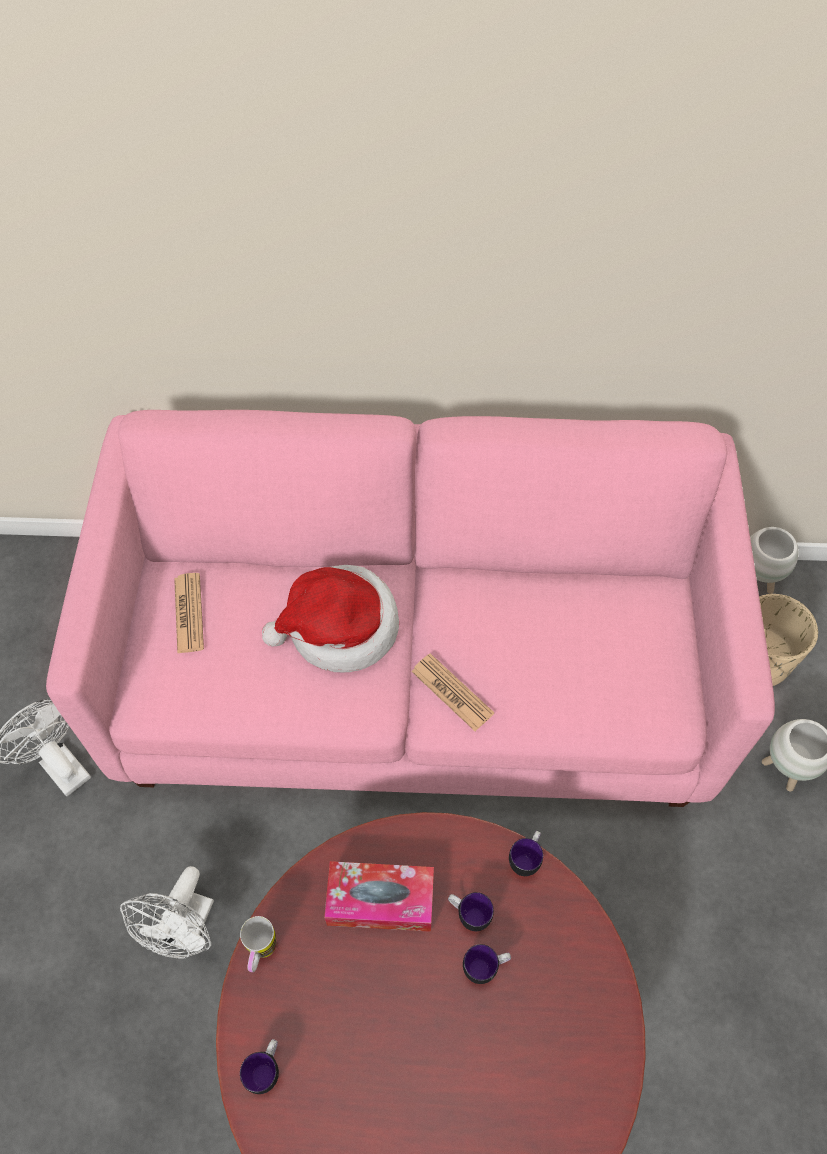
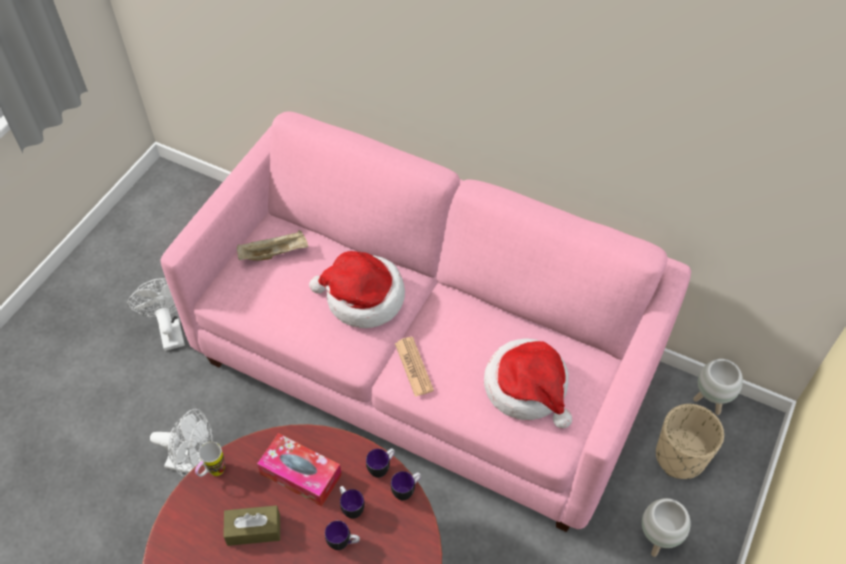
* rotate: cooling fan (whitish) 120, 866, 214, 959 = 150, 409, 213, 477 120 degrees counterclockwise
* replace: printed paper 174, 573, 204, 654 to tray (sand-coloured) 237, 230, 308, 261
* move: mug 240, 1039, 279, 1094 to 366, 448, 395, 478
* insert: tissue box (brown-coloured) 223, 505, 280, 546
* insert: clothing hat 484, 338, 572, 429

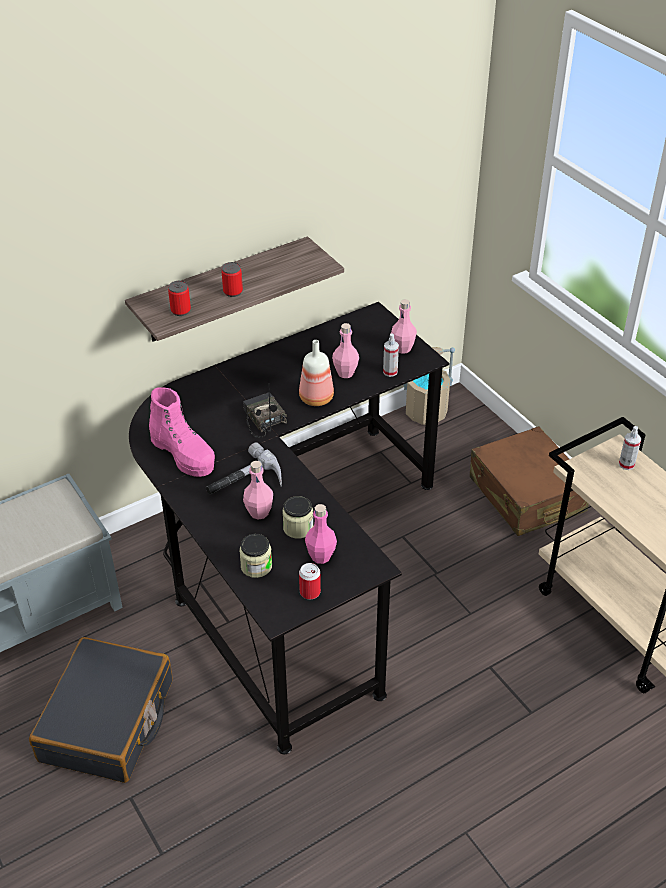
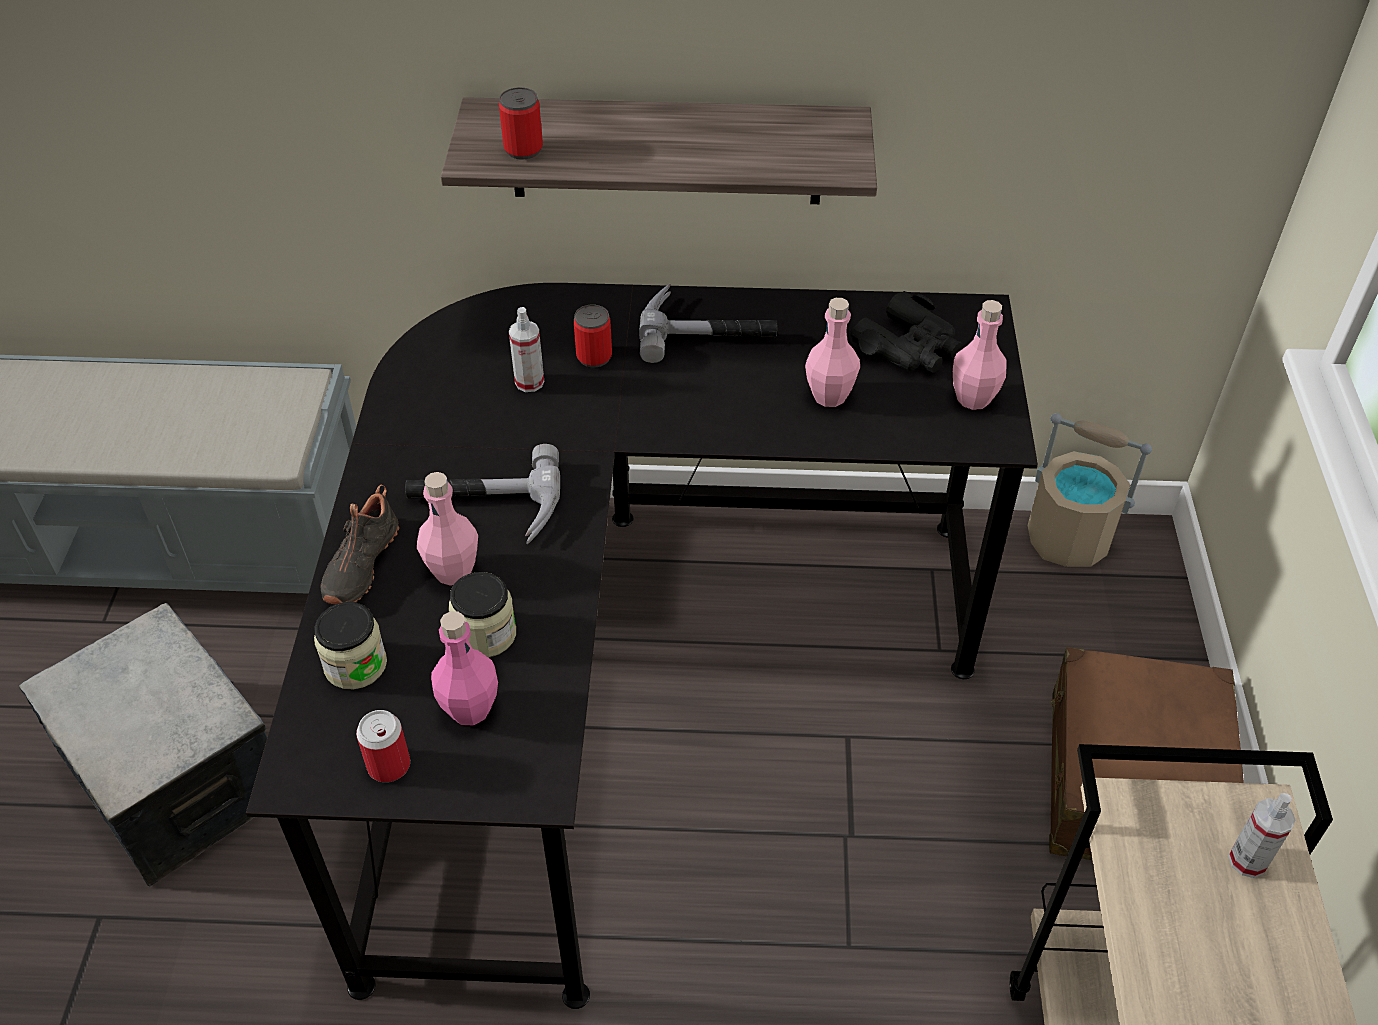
* replace: suitcase (black) 29, 637, 173, 783 to storage box 19, 603, 267, 886
* delete: high-top boot (pinkish) 149, 387, 215, 477
* move: can 221, 262, 243, 297 to 574, 305, 612, 368
* delete: radio receiver 243, 391, 287, 438
* delete: drink bottle 299, 340, 334, 406
* move: sprayer 383, 334, 399, 377 to 509, 307, 544, 392
* insert: item of footwear (black) 320, 485, 399, 605
* insert: tool hammer 639, 284, 777, 363
* insert: pair of binoculars (black) 850, 291, 962, 373

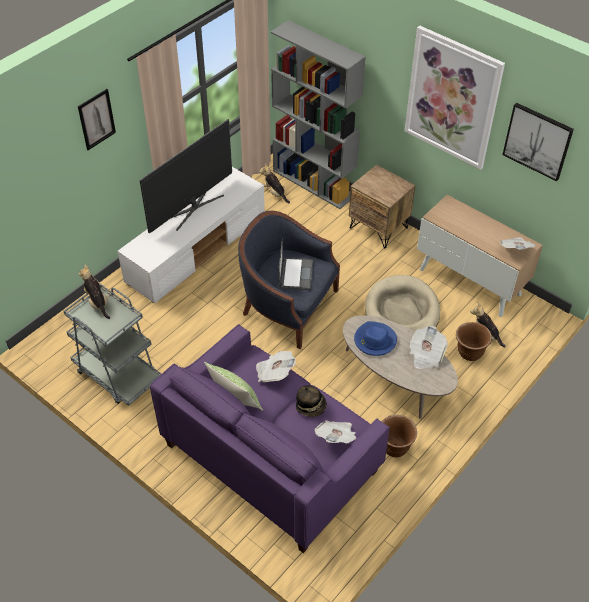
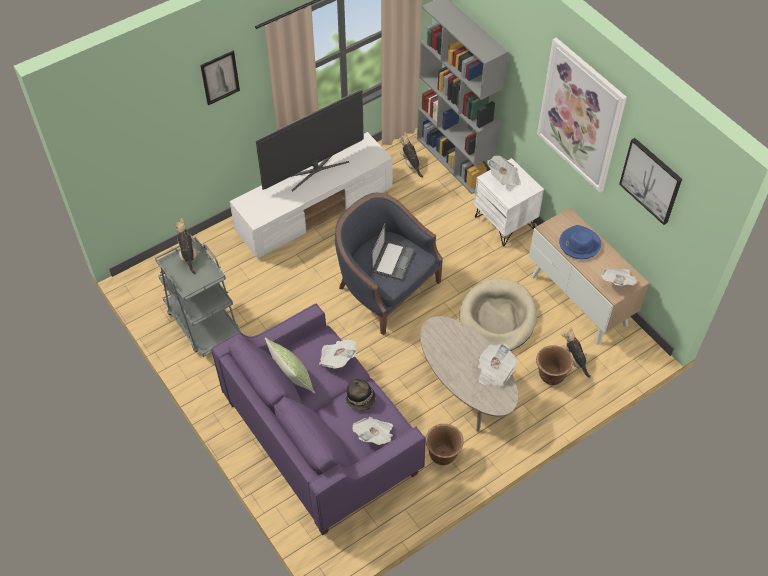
* recolor: bedside table (brown-coloured) 349, 164, 416, 248 to bedside table (whitish) 474, 158, 544, 246
* move: clothing hat (blue-coloured) 354, 321, 397, 356 to 559, 225, 601, 259
* insert: printed paper 487, 156, 521, 186

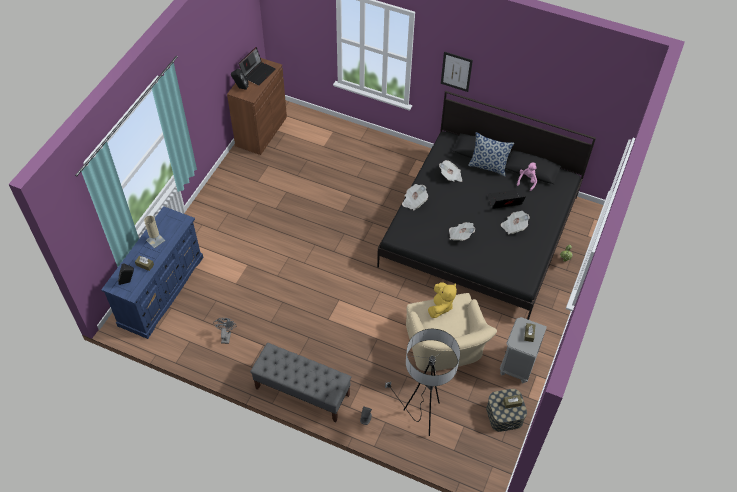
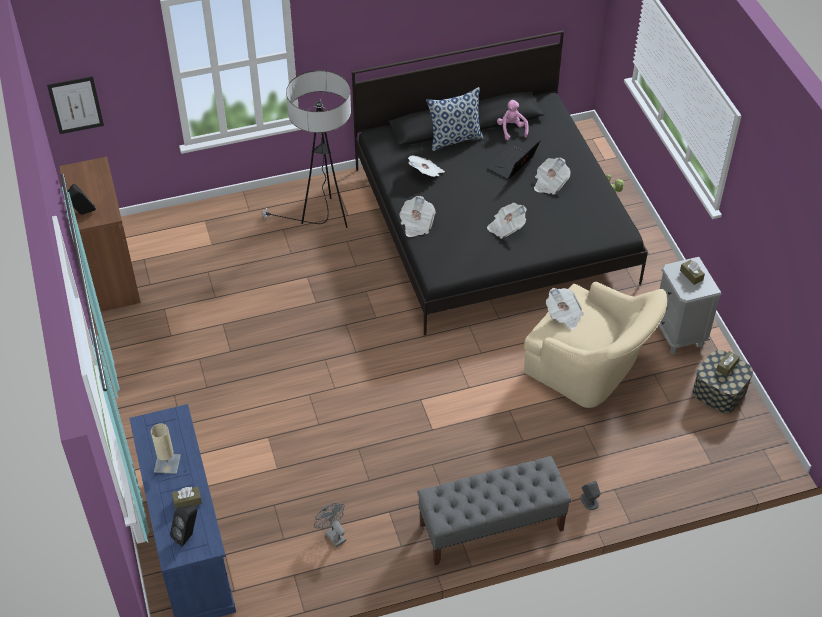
* delete: notebook computer 238, 47, 276, 85
* move: floor lamp 385, 329, 460, 436 to 260, 71, 351, 228
* replace: cuddly toy (yellowish) 428, 282, 457, 318 to printed paper 546, 288, 584, 330
* move: wall picture 441, 51, 473, 92 to 47, 76, 104, 134

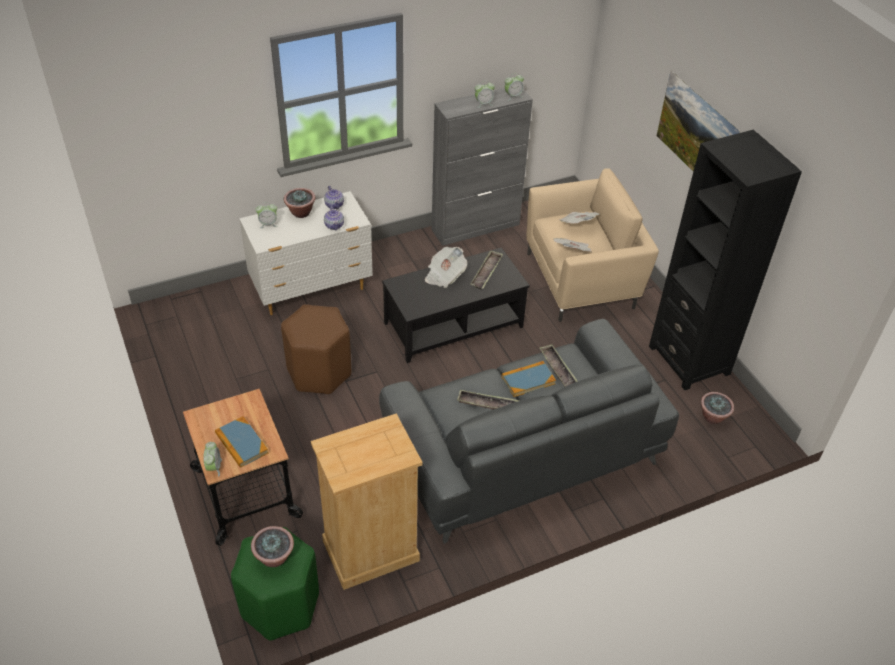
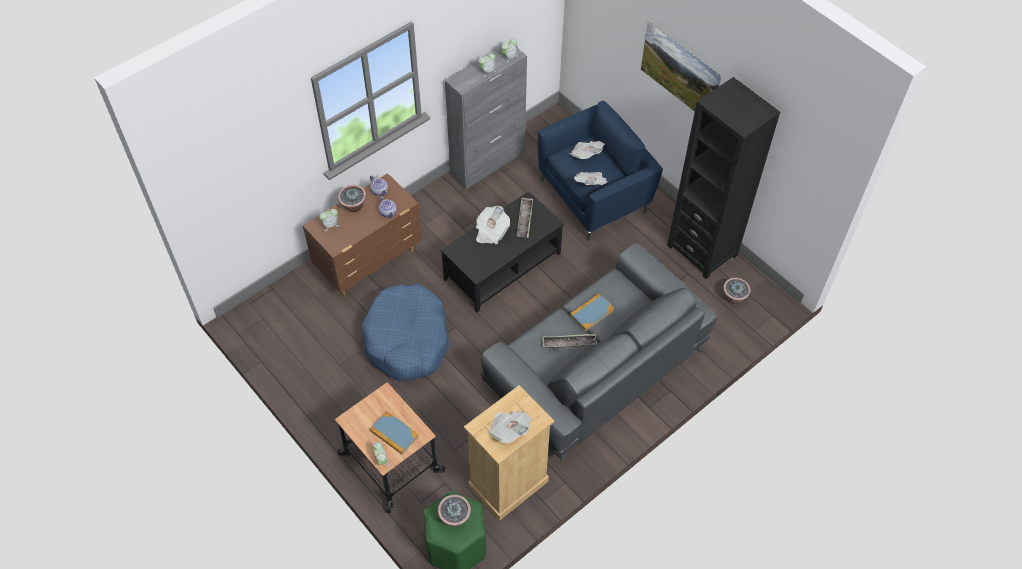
* recolor: chest of drawers (whitish) 239, 191, 373, 315 to chest of drawers (brown-coloured) 303, 173, 422, 297
* replace: stool (brown-coloured) 281, 304, 351, 394 to dog cushion (blue-coloured) 361, 284, 449, 382
* recolor: easy chair (sand-coloured) 526, 168, 659, 322 to easy chair (blue-coloured) 538, 101, 663, 241
* delete: tray 539, 344, 578, 387
* insert: printed paper 488, 411, 531, 443

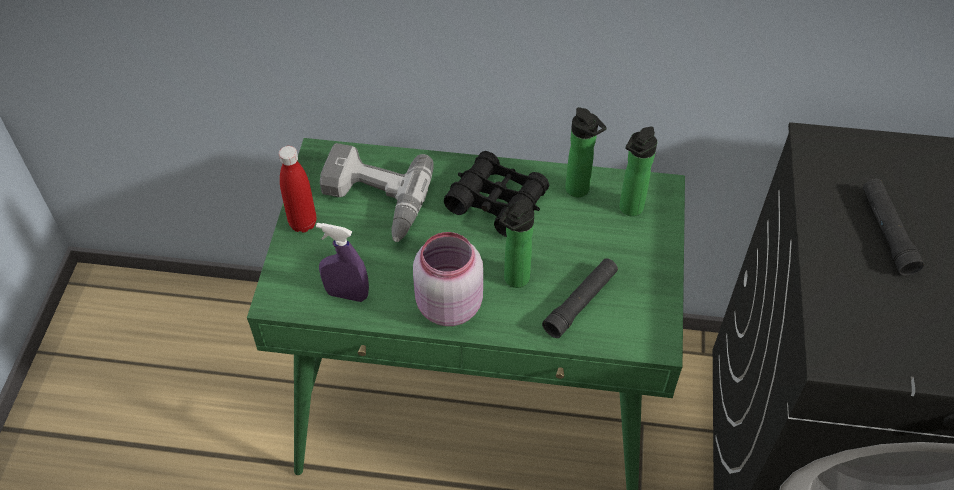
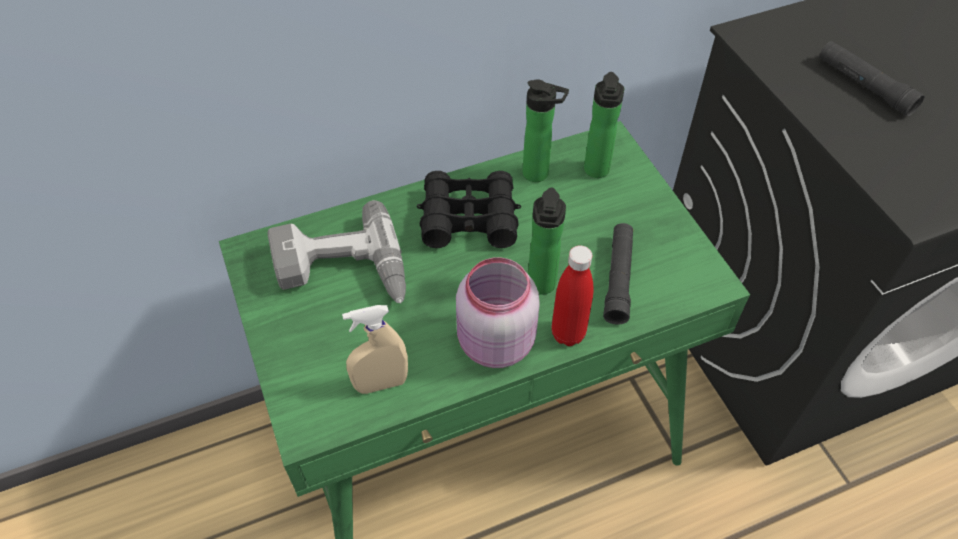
* move: drink bottle (reddish) 279, 146, 316, 233 to 552, 246, 593, 346
* recolor: sprayer (purple) 316, 223, 369, 302 to sprayer (sand-coloured) 342, 305, 408, 394

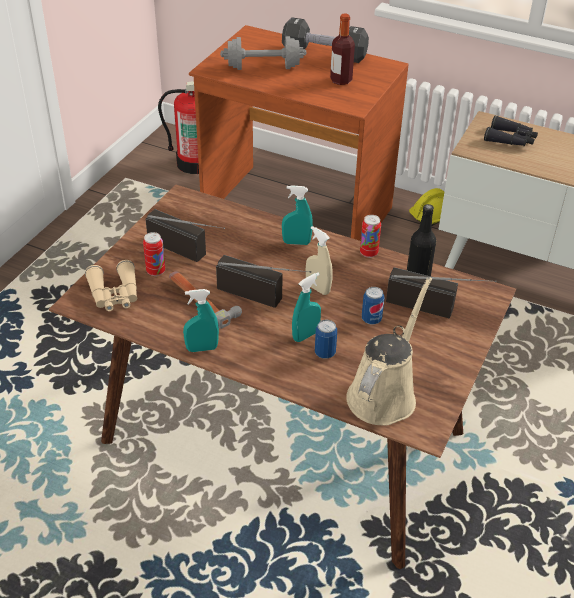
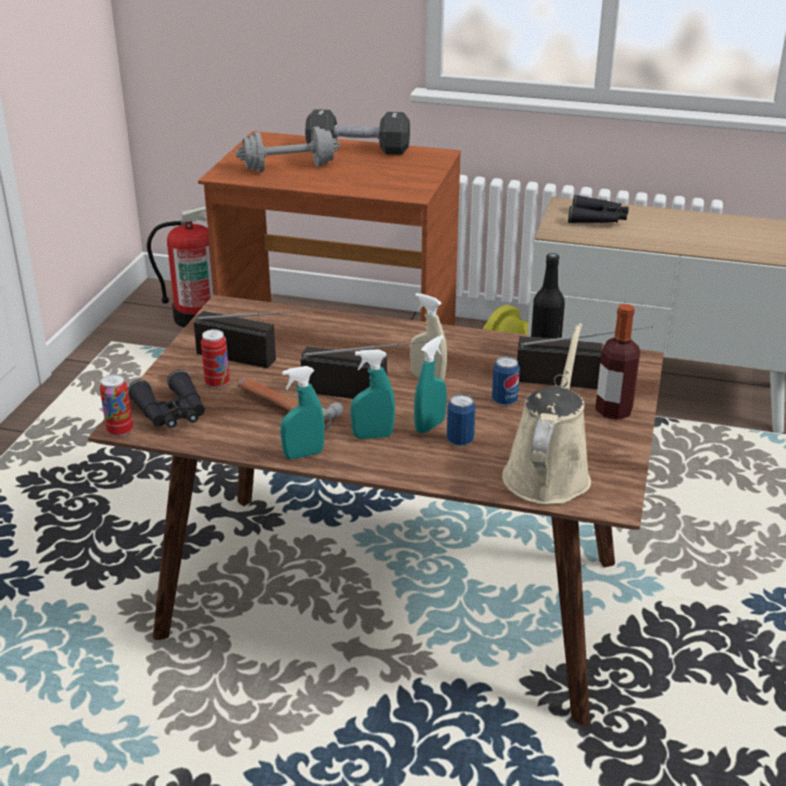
* recolor: pair of binoculars (sand-coloured) 85, 260, 137, 311 to pair of binoculars (black) 128, 370, 205, 428
* move: sprayer (turquoise-coloured) 282, 185, 313, 245 to 350, 349, 395, 439
* move: drink bottle 330, 13, 355, 85 to 595, 304, 640, 420
* move: can 360, 215, 381, 258 to 100, 374, 133, 437

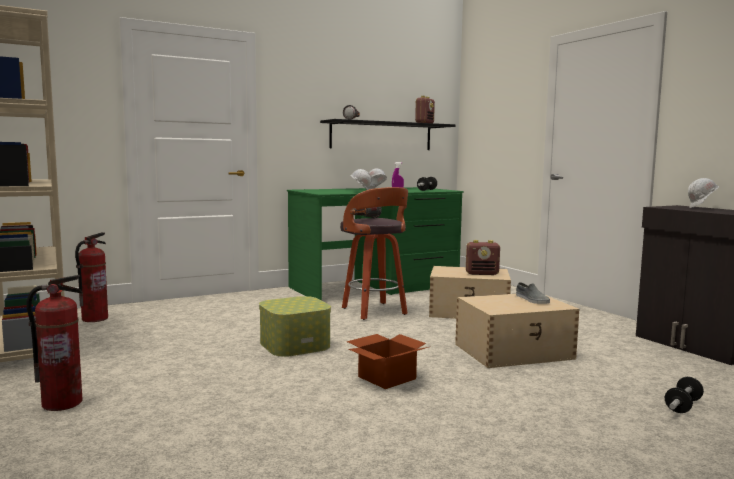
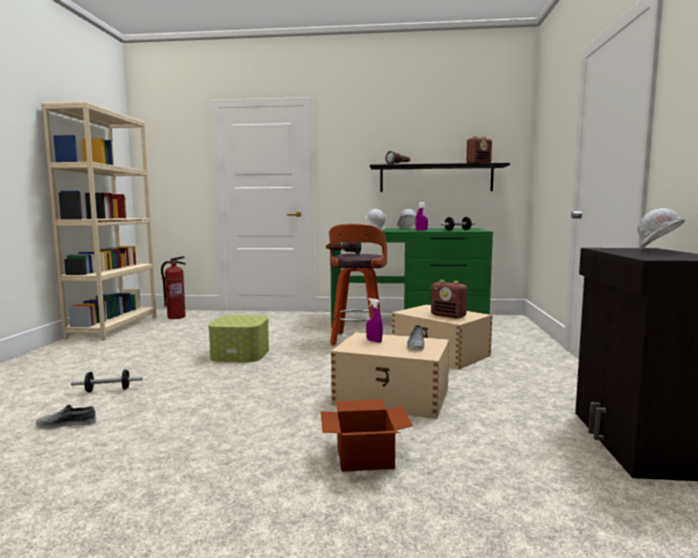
* delete: fire-fighting cylinder 26, 275, 83, 411
* move: packing box 346, 334, 429, 389 to 321, 399, 413, 472
* move: dumbbell 665, 377, 704, 413 to 71, 369, 143, 392
* insert: item of footwear (greyish) 36, 405, 96, 429
* insert: sprayer (purple) 366, 298, 383, 343

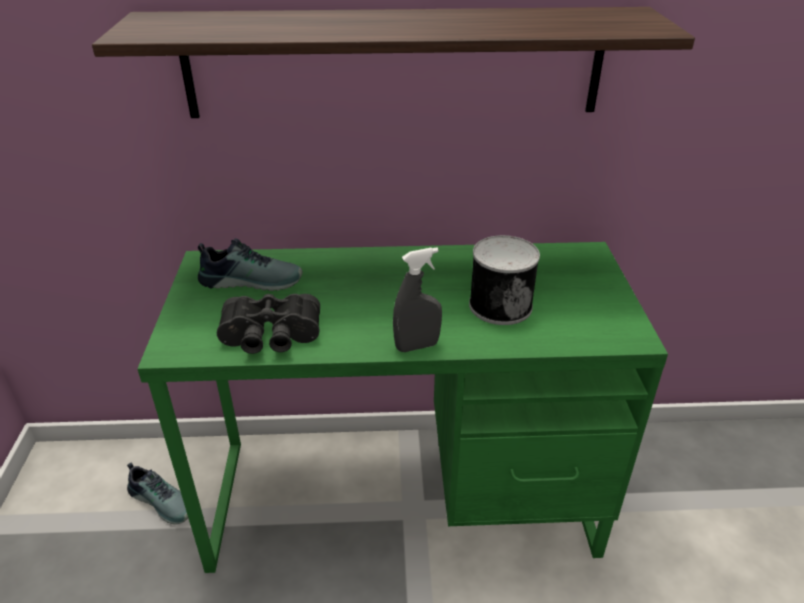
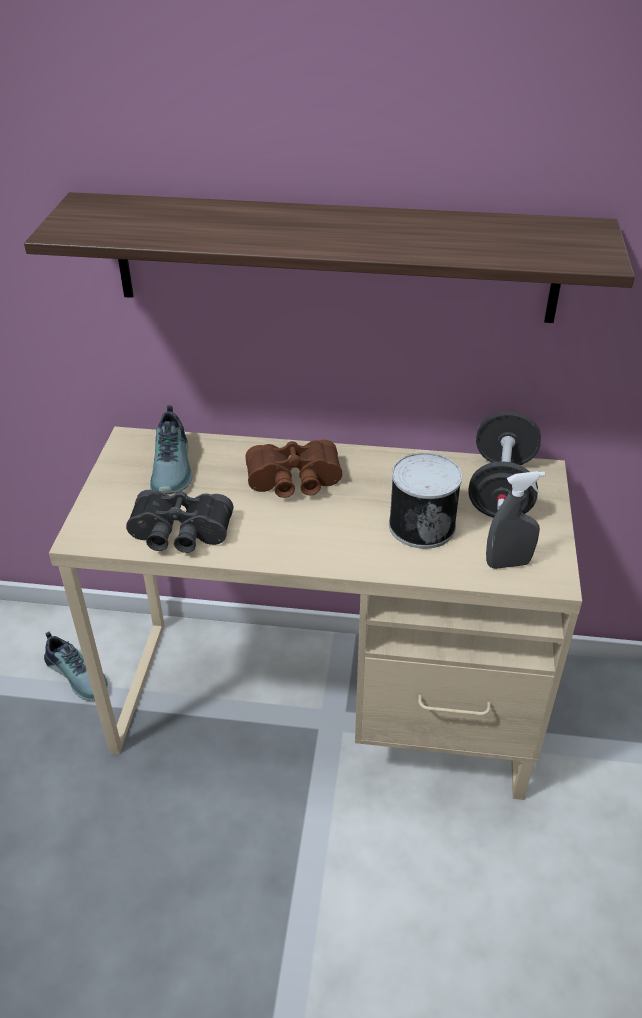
* recolor: desk unit (greenish) 137, 242, 668, 573 to desk unit (sand-coloured) 49, 427, 582, 800
* rotate: item of footwear 198, 238, 303, 291 = 150, 405, 193, 495 75 degrees clockwise
* move: sprayer (greyish) 393, 247, 442, 352 to 486, 471, 545, 569
* insert: pair of binoculars (brown-coloured) 245, 440, 342, 498
* insert: dumbbell (black) 469, 411, 541, 518

